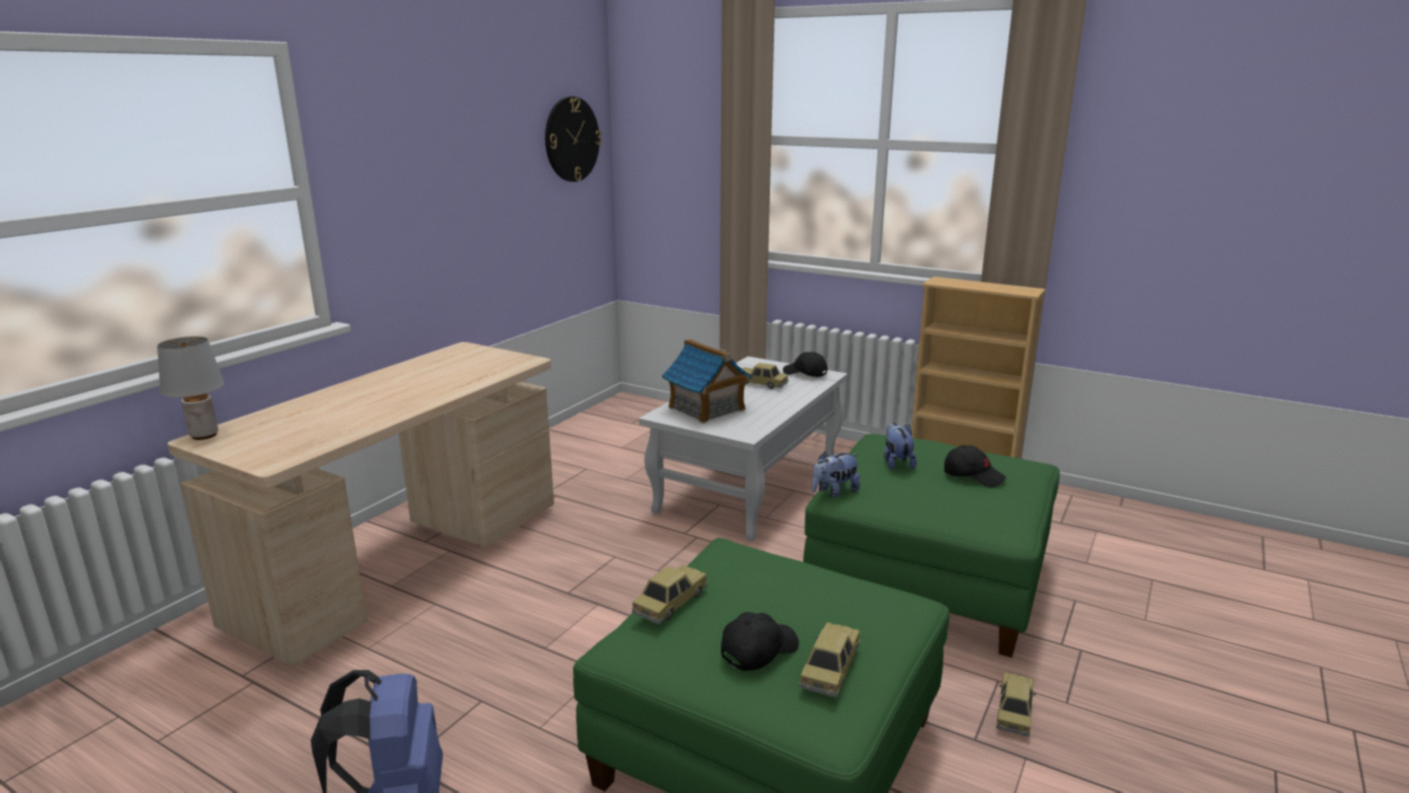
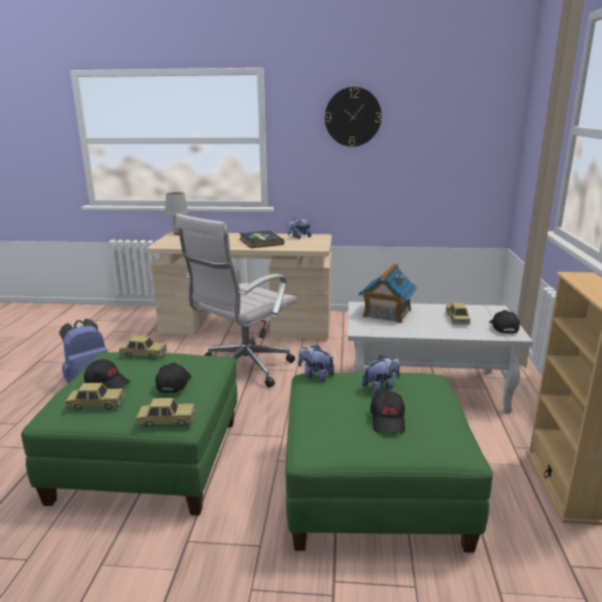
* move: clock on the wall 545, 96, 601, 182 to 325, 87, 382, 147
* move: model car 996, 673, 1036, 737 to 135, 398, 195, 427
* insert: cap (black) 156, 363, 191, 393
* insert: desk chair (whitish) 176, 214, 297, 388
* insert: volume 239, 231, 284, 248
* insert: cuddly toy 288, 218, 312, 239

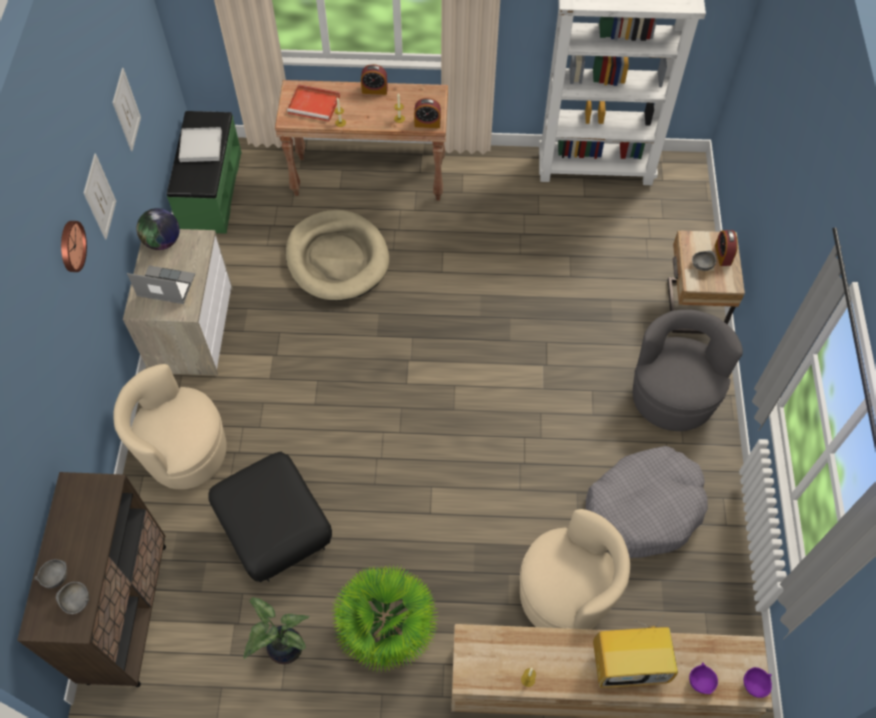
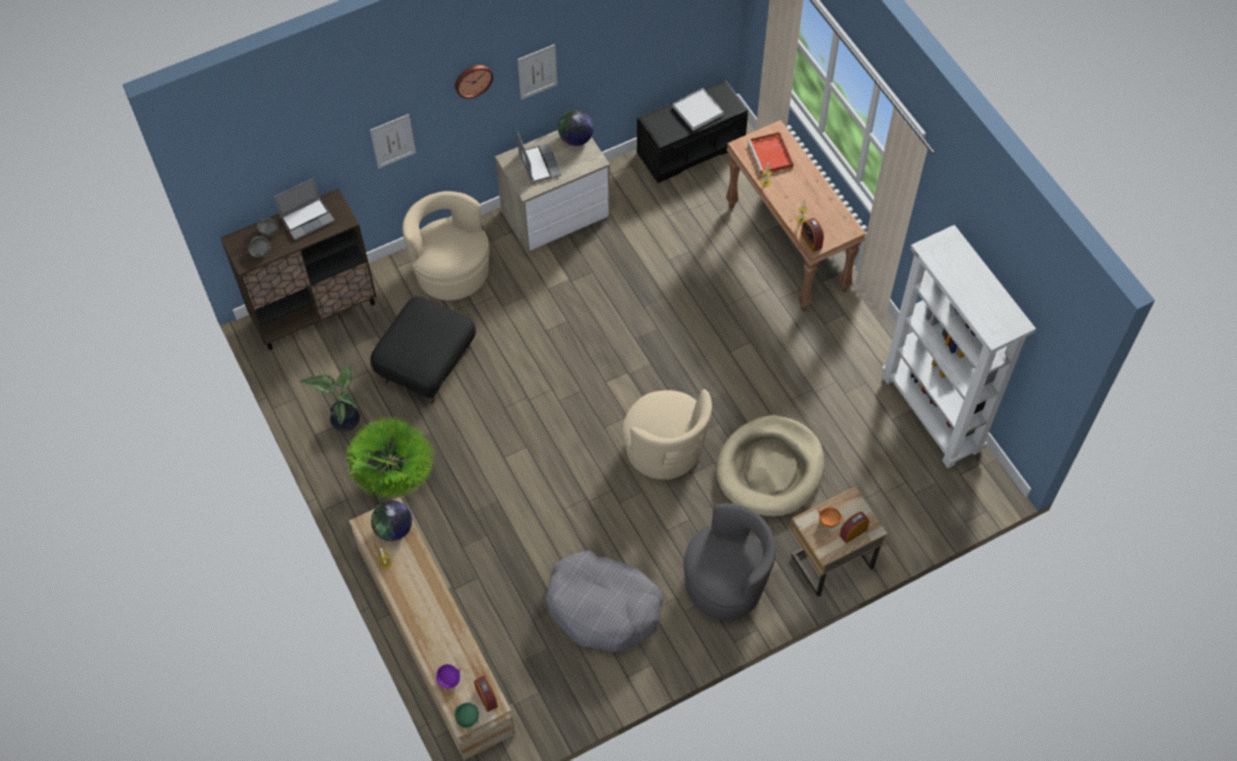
* move: wall picture 112, 68, 141, 151 to 370, 114, 416, 168
* recolor: bench (greenish) 167, 111, 242, 234 to bench (black) 637, 80, 748, 183
* move: dog cushion (sand-coloured) 286, 210, 389, 301 to 716, 415, 824, 517
* move: table clock 361, 64, 388, 95 to 474, 676, 498, 712
* move: easy chair (sand-coloured) 520, 509, 630, 630 to 623, 389, 712, 479
* delete: TV 593, 614, 678, 688
* recolor: deep dish (greyish) 692, 251, 716, 271 to deep dish (orange-coloured) 818, 507, 843, 528
* recolor: deep dish (purple) 744, 667, 772, 698 to deep dish (greenish) 454, 702, 479, 728
* insert: notebook computer 274, 178, 335, 240
* insert: globe 371, 500, 412, 541

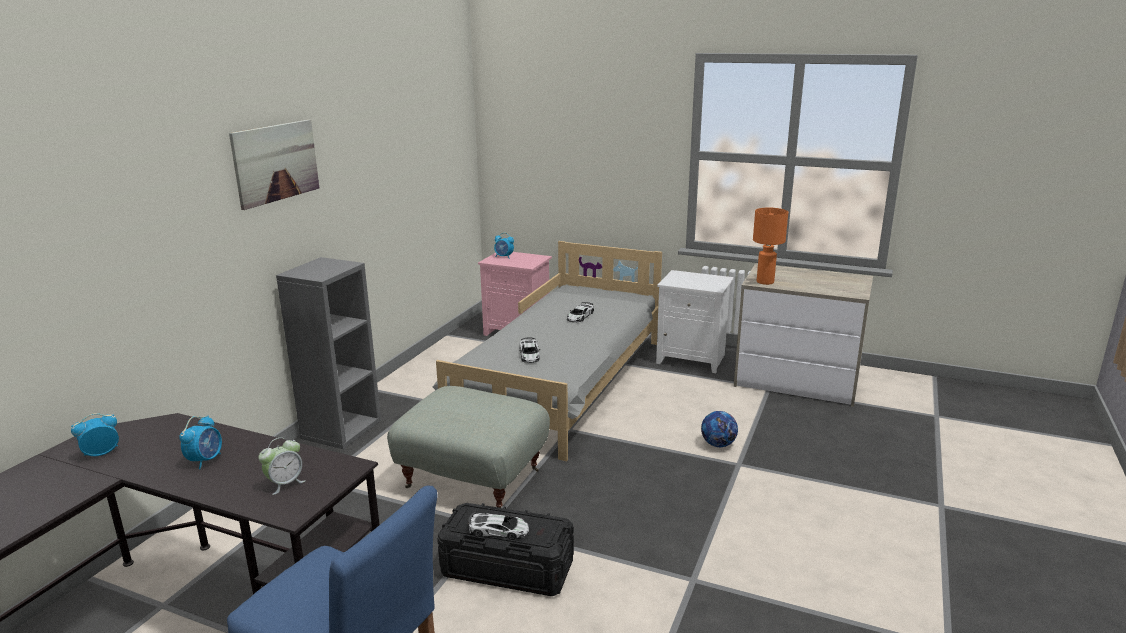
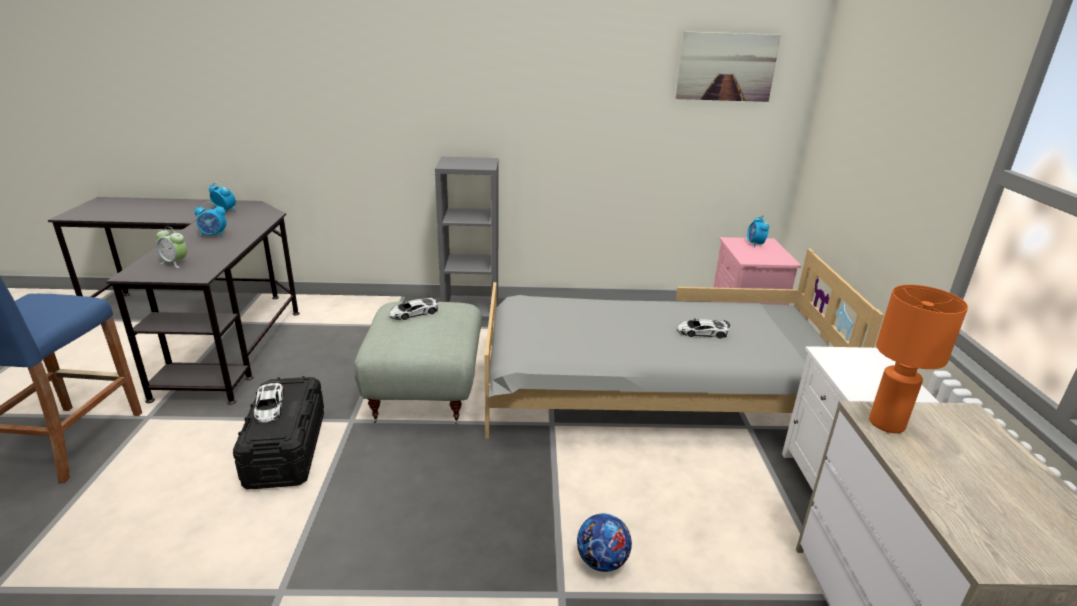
* move: wall picture 229, 120, 319, 210 to 676, 31, 781, 102
* move: model car 520, 338, 540, 363 to 389, 296, 438, 320

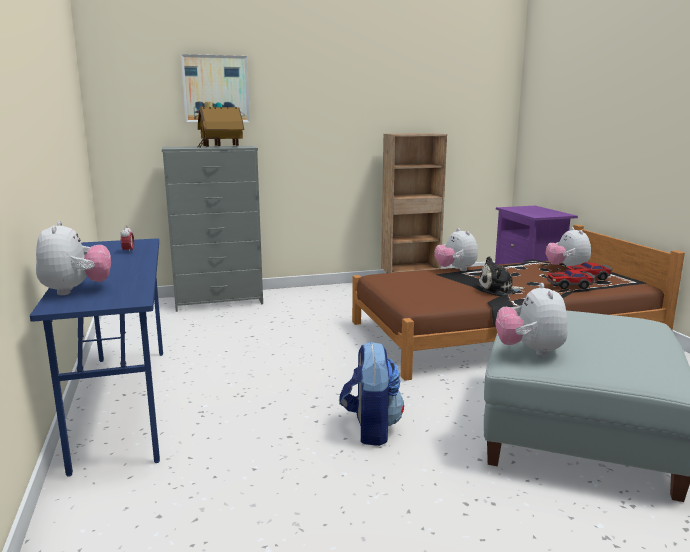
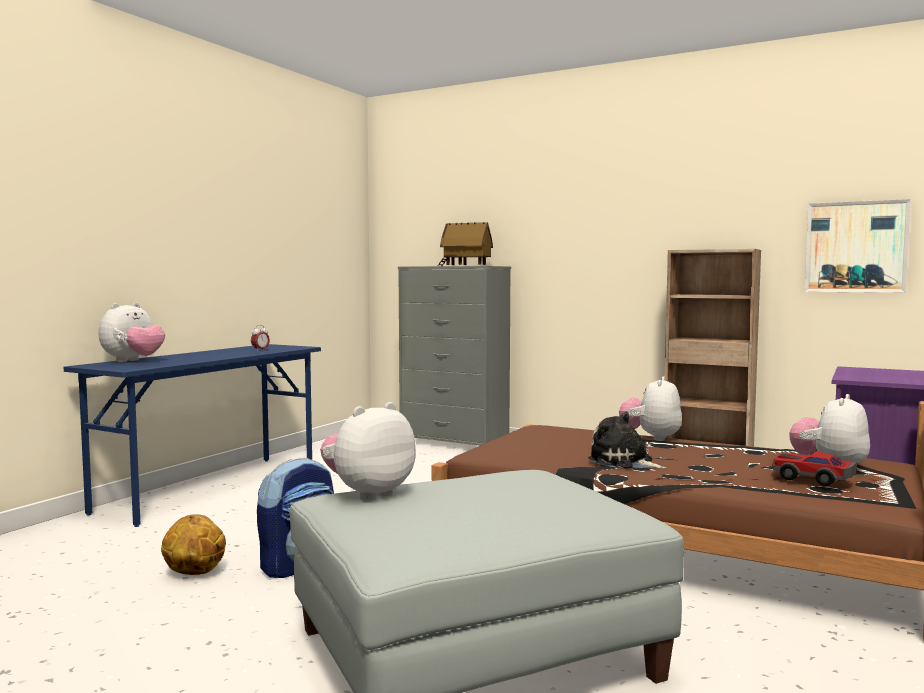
* move: wall picture 181, 54, 250, 122 to 804, 199, 911, 293
* delete: model car 547, 269, 595, 289
* insert: basketball 161, 514, 226, 575

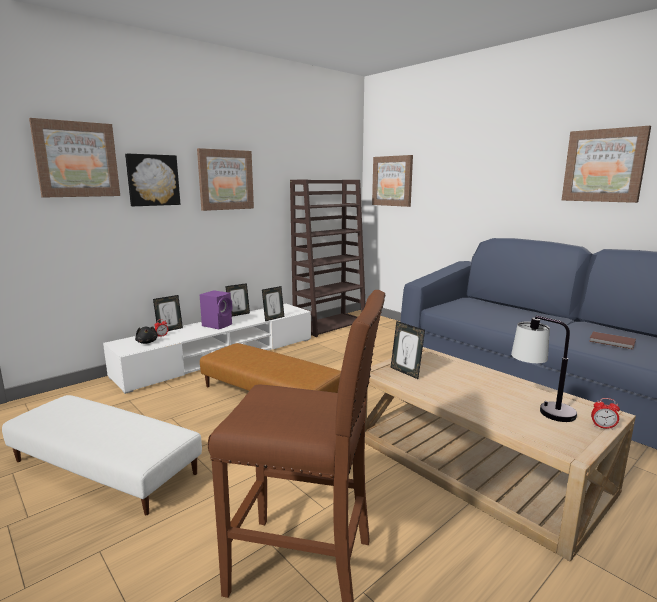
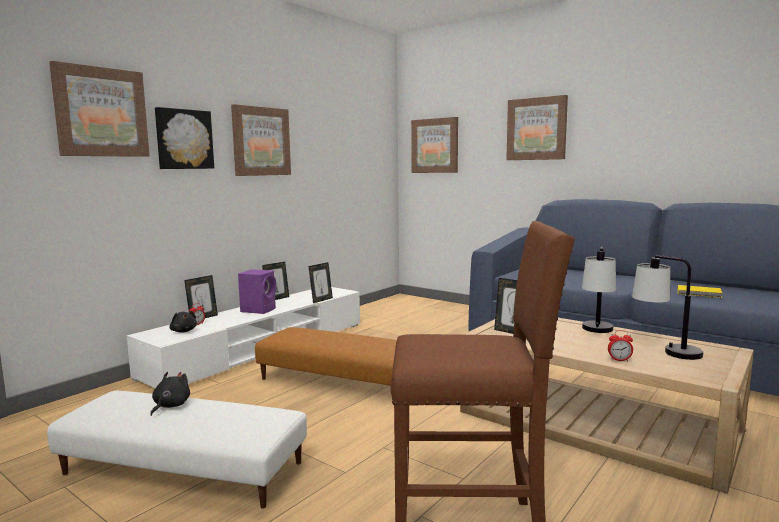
* delete: shelving unit (brown-coloured) 290, 180, 366, 337
* move: wall picture 562, 126, 651, 203 to 506, 95, 568, 160
* recolor: volume (brown-coloured) 589, 331, 636, 350 to volume (yellowish) 678, 285, 722, 298
* move: table clock 591, 398, 620, 430 to 608, 330, 633, 361
* insert: cuddly toy (black) 150, 372, 190, 416
* insert: lamp for a table 582, 247, 616, 333

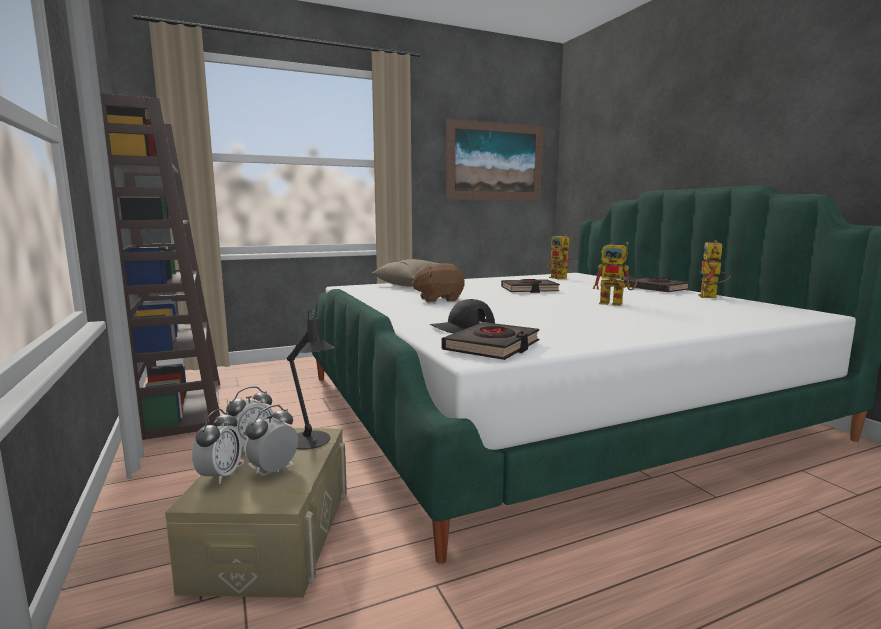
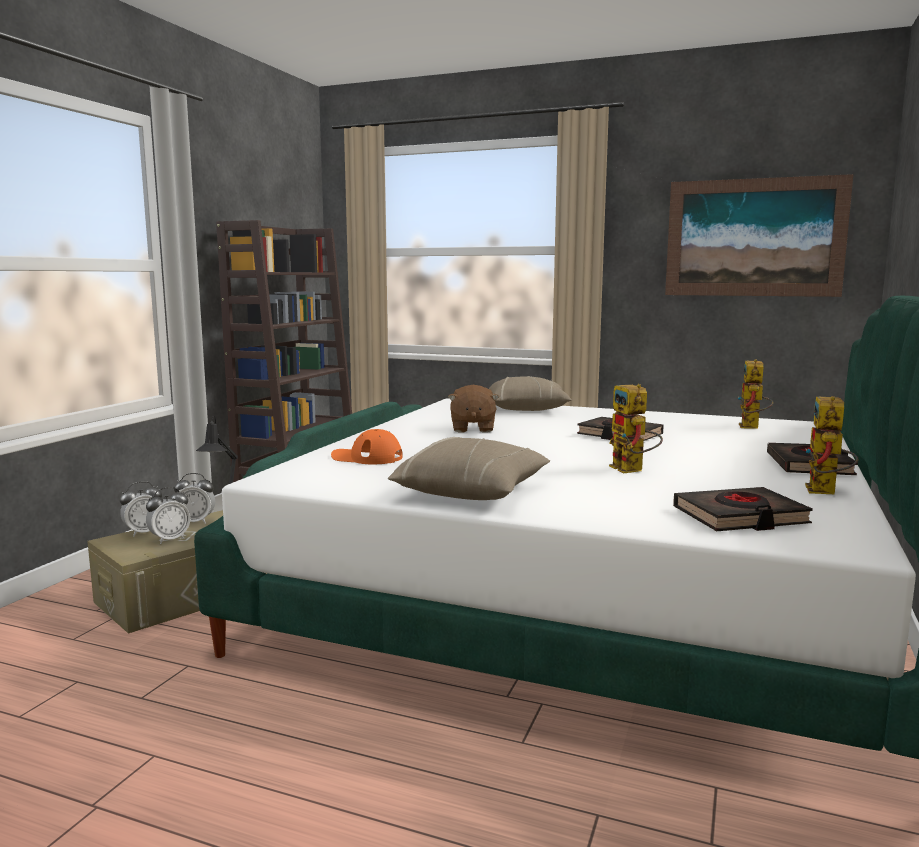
* rotate: table clock 245, 405, 298, 473 = 146, 487, 190, 544 150 degrees clockwise
* rotate: cuddly toy (brown-coloured) 410, 263, 464, 303 = 448, 385, 499, 433 120 degrees counterclockwise
* recolor: cap (black) 430, 299, 495, 333 to cap (orange-coloured) 331, 429, 403, 464
* move: volume (black) 441, 322, 539, 360 to 673, 487, 813, 531
* rotate: toy robot 698, 240, 731, 298 = 805, 396, 858, 494 45 degrees counterclockwise
* insert: cushion (sand-coloured) 388, 437, 550, 500

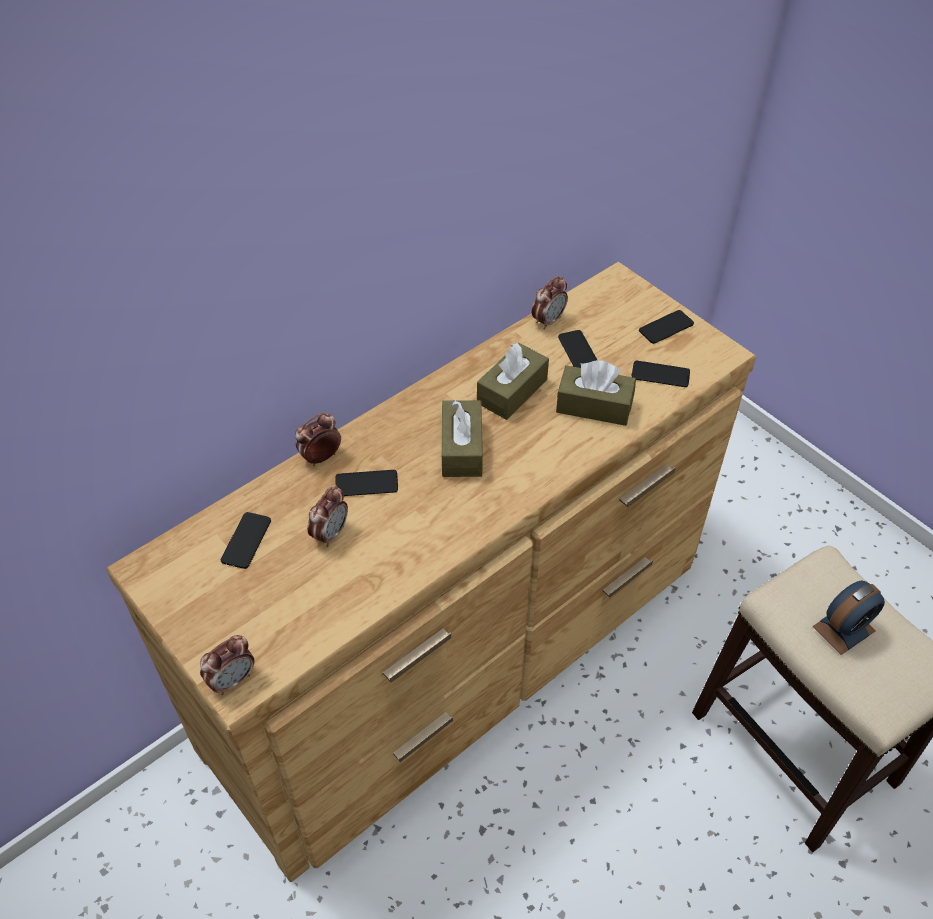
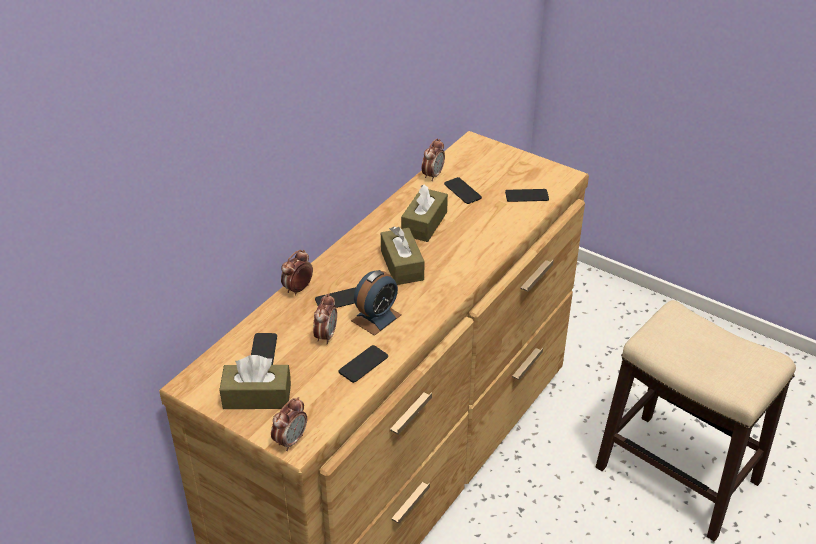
* move: tissue box (brown-coloured) 556, 360, 636, 426 to 220, 355, 291, 409
* move: handset 639, 310, 694, 344 to 339, 345, 388, 383
* move: table clock 812, 581, 885, 655 to 351, 270, 402, 336

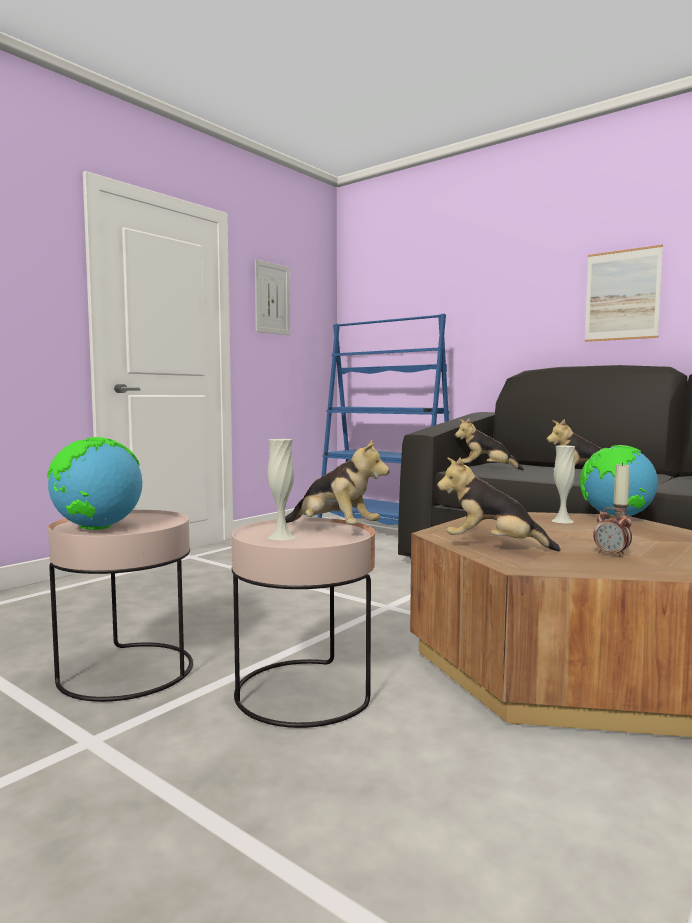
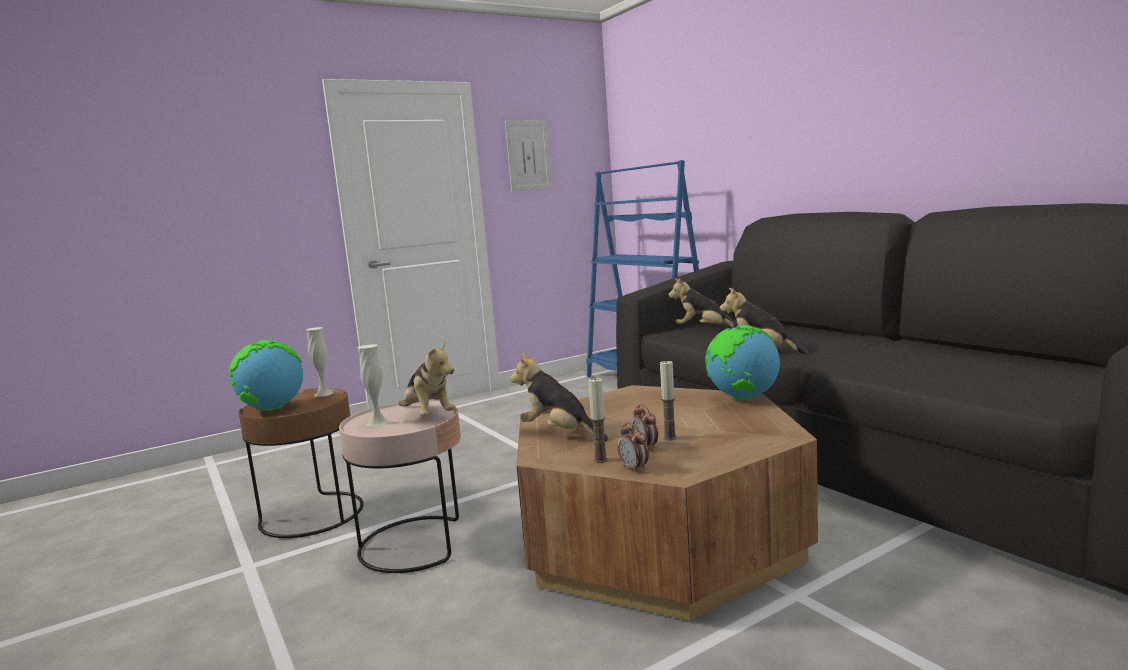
* recolor: side table (pinkish) 48, 510, 193, 702 to side table (brown-coloured) 238, 388, 364, 538
* move: vase (whitish) 551, 445, 575, 523 to 306, 327, 334, 397
* delete: wall picture 585, 245, 663, 342
* insert: candle 588, 377, 608, 463
* insert: table clock 618, 422, 649, 473

